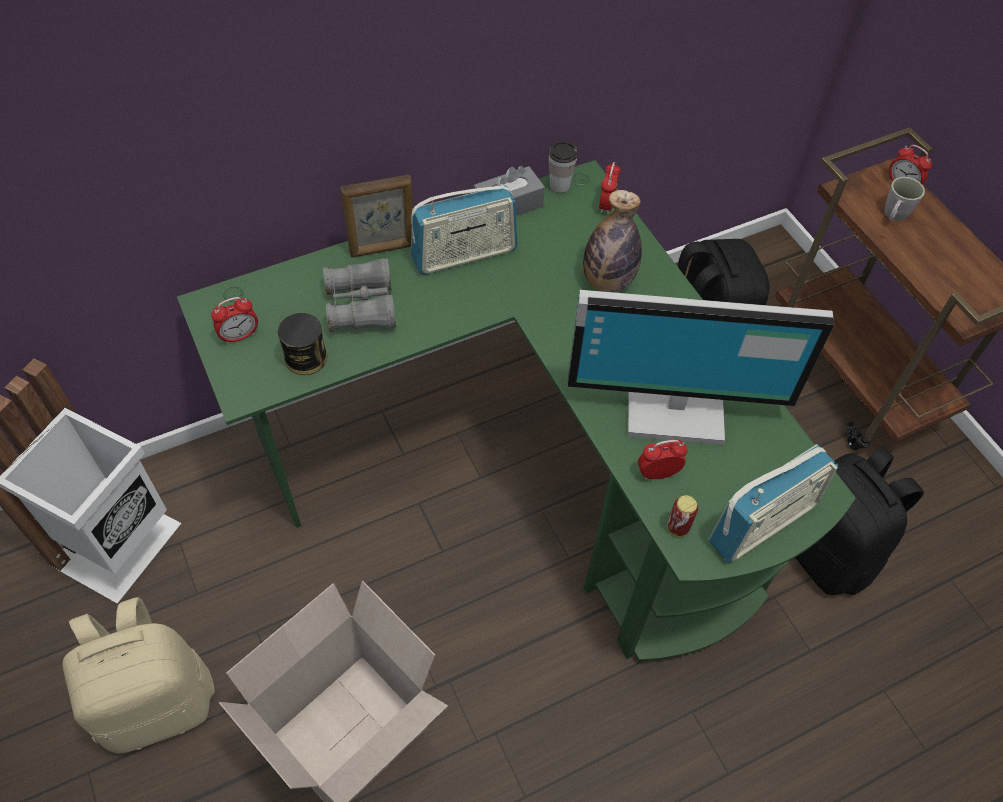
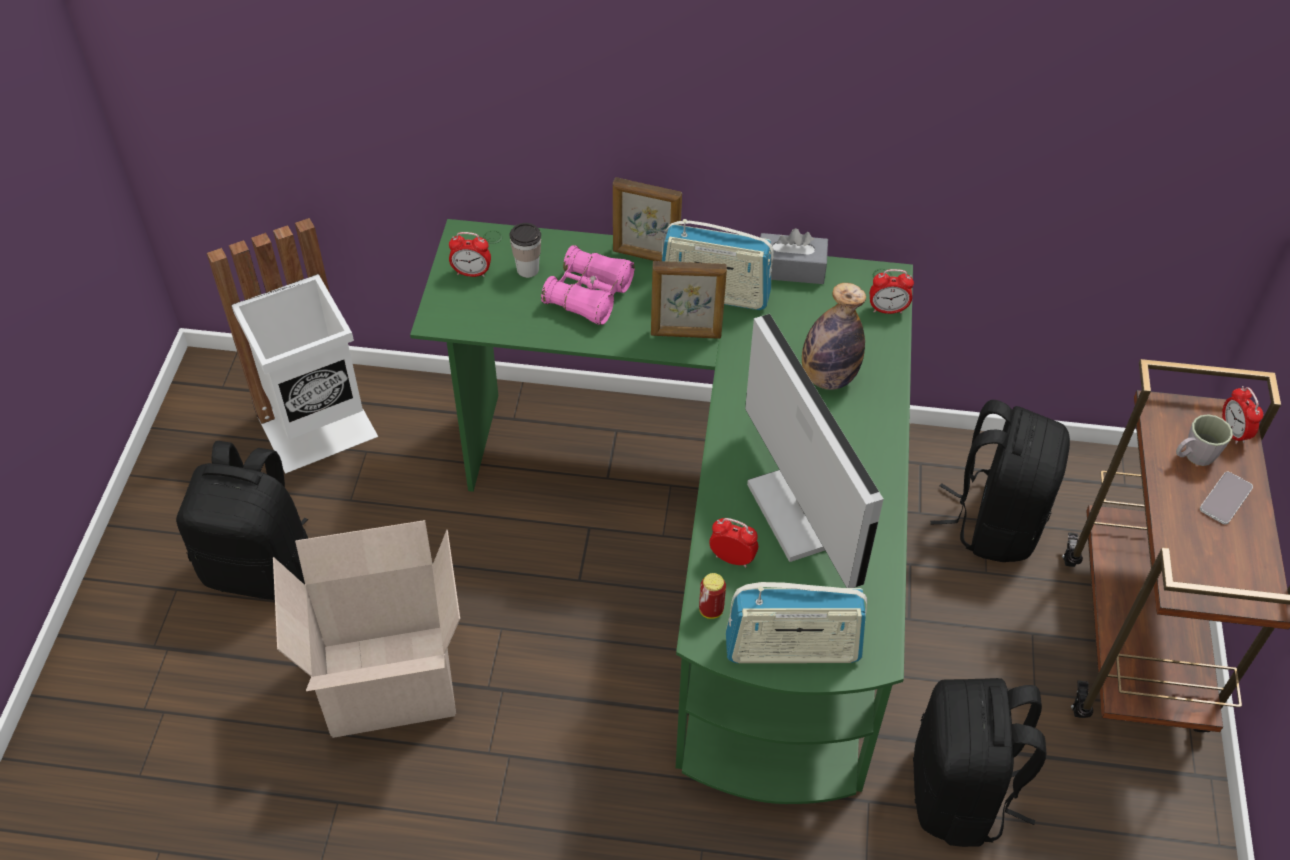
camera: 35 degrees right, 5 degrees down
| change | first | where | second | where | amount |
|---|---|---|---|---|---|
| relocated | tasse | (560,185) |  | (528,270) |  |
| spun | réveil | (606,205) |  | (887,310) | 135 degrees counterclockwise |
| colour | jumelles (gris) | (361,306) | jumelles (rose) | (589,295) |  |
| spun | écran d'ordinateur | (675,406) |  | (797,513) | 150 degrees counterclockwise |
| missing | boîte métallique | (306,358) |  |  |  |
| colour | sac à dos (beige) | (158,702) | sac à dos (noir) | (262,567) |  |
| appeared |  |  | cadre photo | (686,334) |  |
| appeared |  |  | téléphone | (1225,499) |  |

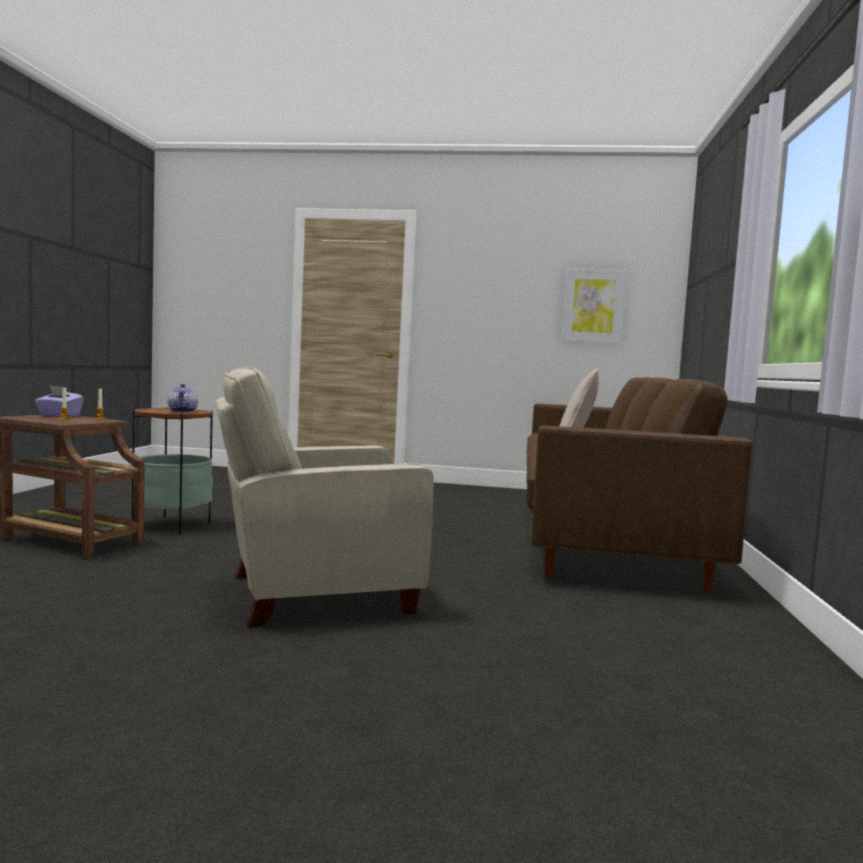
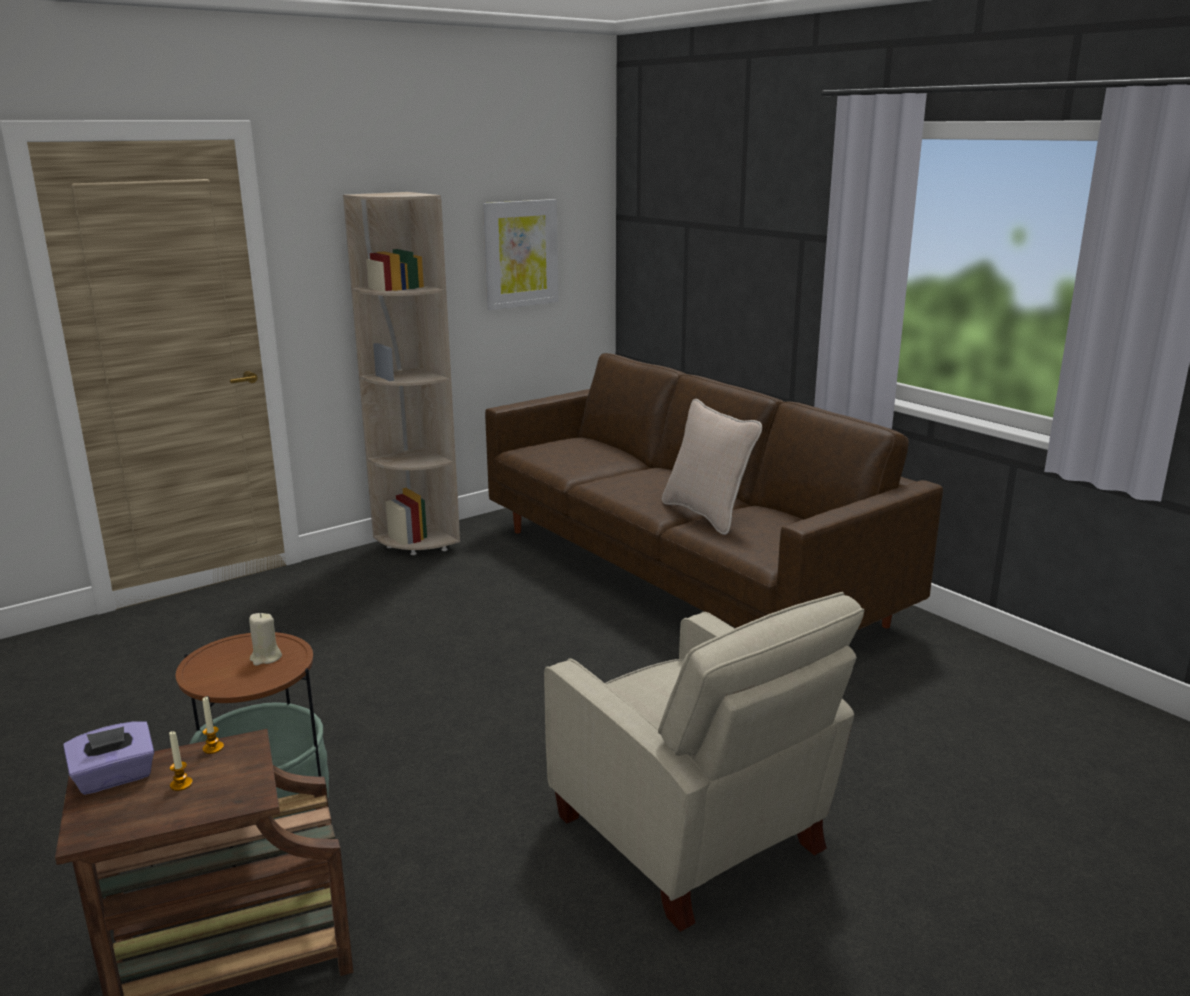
camera: 45 degrees left, 15 degrees up
| change | first | where | second | where | amount |
|---|---|---|---|---|---|
| spun | fauteuil (beige) | (312,593) |  | (693,837) | 60 degrees counterclockwise |
| exchanged | théière | (183,412) | bougie (beige) | (265,658) |  |
| appeared |  |  | bibliothèque (beige) | (418,547) |  |

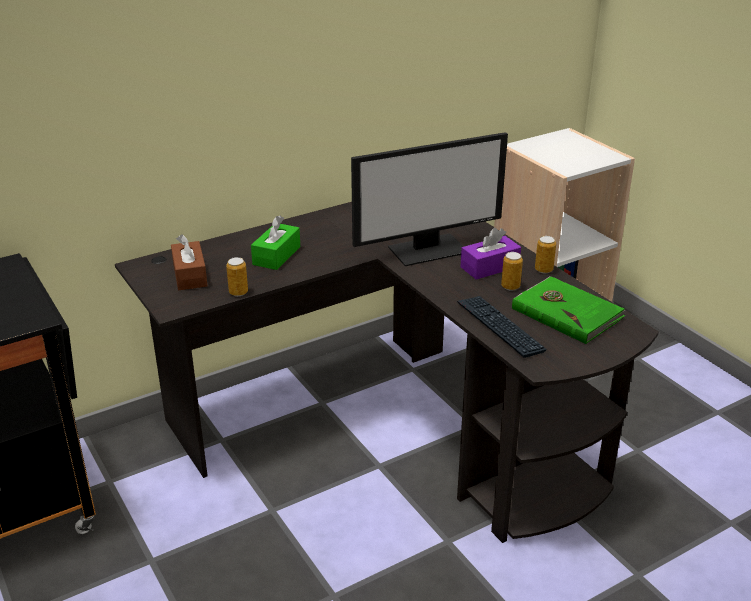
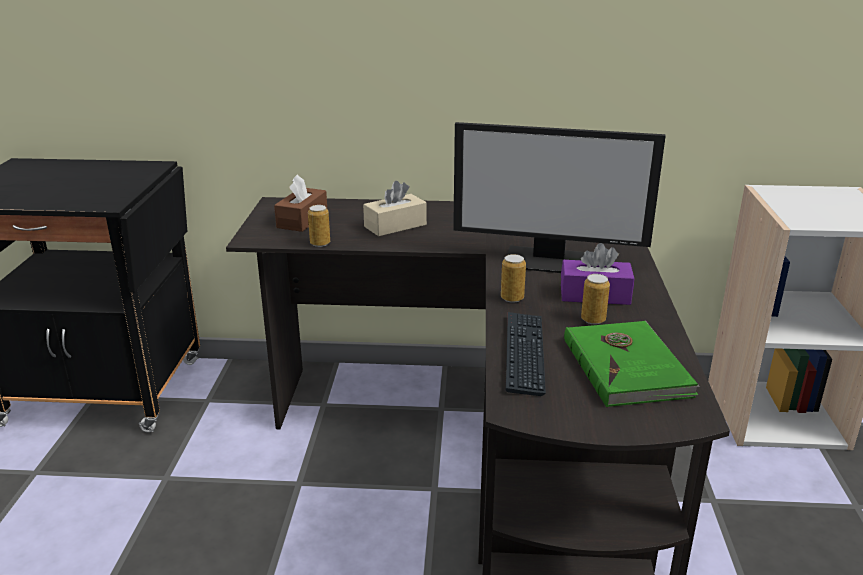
camera: 35 degrees right, 5 degrees down
| change | first | where | second | where | amount |
|---|---|---|---|---|---|
| colour | boîte à mouchoirs (vert) | (276,256) | boîte à mouchoirs (beige) | (395,226) |  |
| relocated | boîte métallique | (543,270) |  | (512,298) |  |

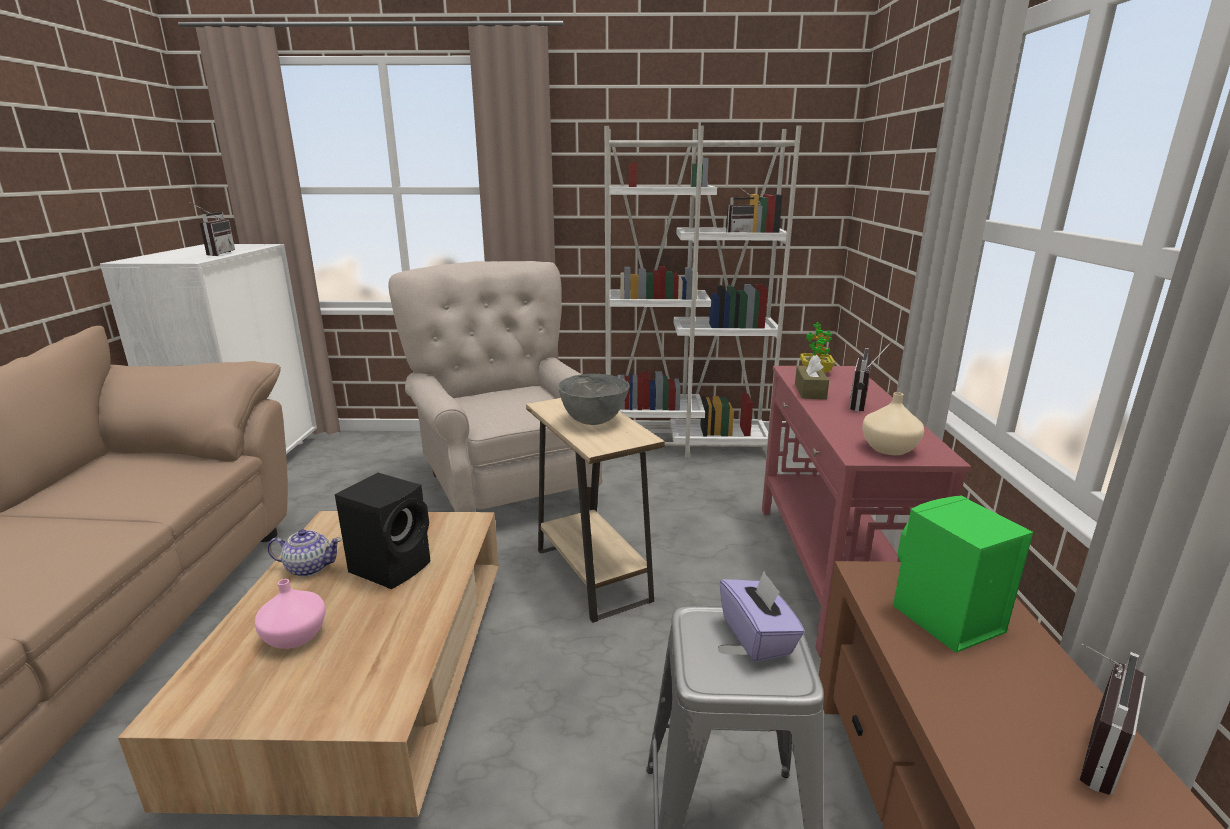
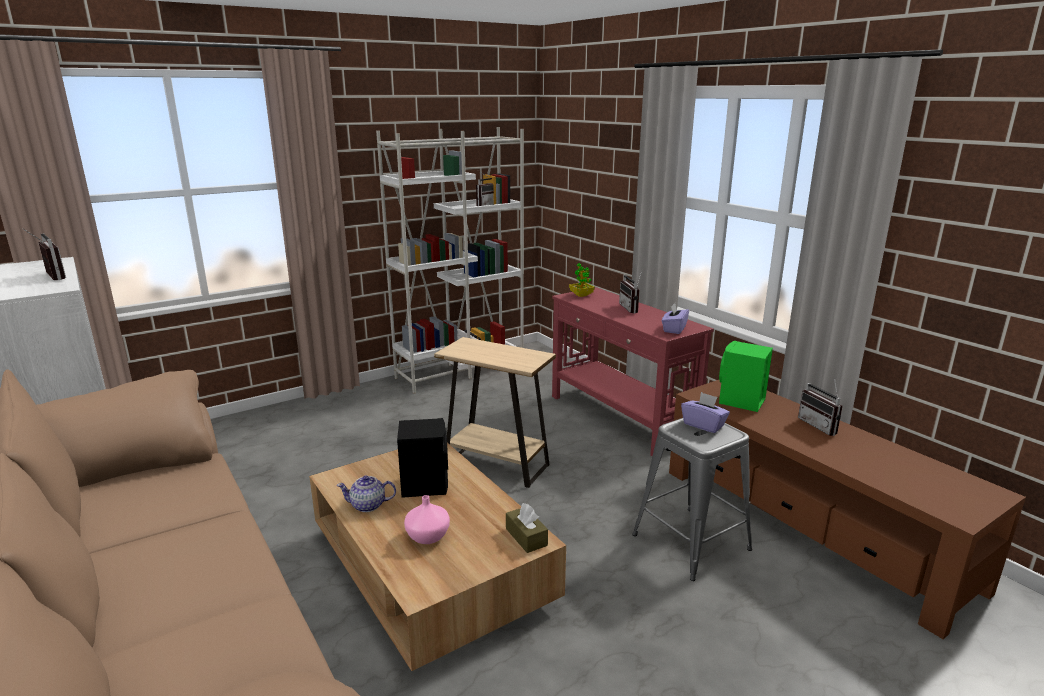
camera: 35 degrees left, 0 degrees up
| change | first | where | second | where | amount |
|---|---|---|---|---|---|
| missing | fauteuil (beige) | (506,486) |  |  |  |
| relocated | boîte à mouchoirs (marron) | (810,391) |  | (526,537) |  |
| missing | bol (gris) | (593,421) |  |  |  |
| exchanged | vase (beige) | (889,449) | boîte à mouchoirs (violet) | (674,329) |  |
| spun | théière | (309,567) |  | (368,505) | 150 degrees counterclockwise |
| spun | radio | (1086,748) |  | (821,426) | 150 degrees clockwise |

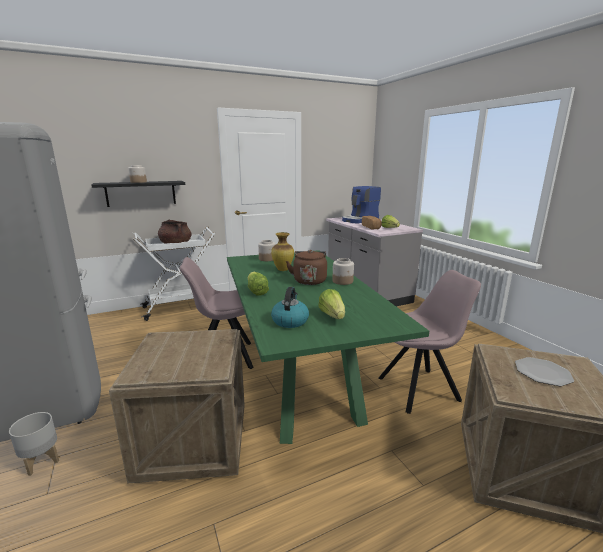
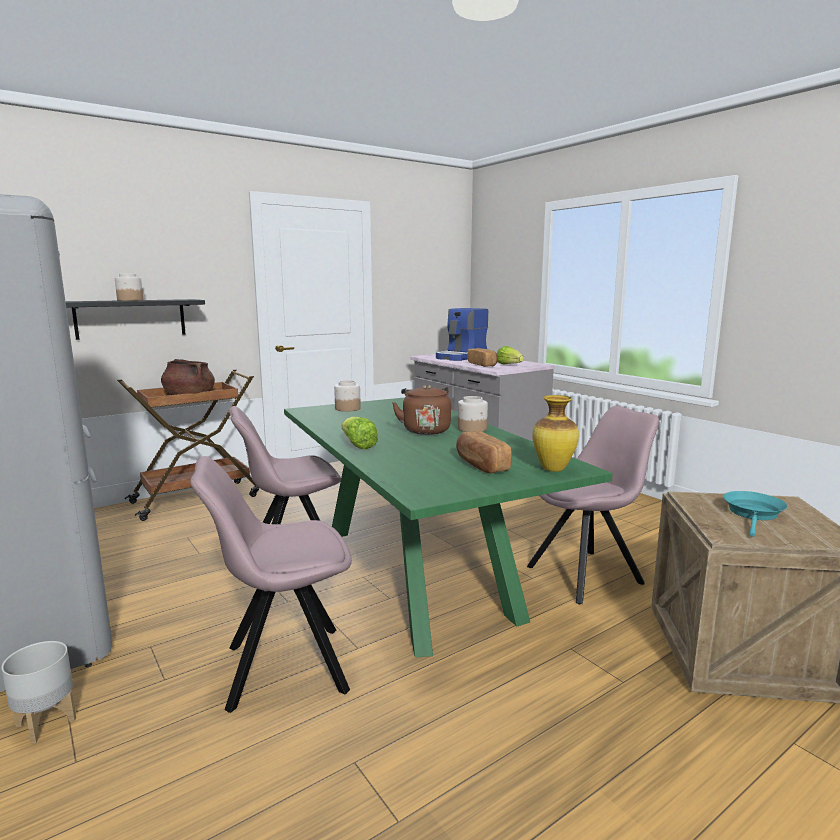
camera: 10 degrees left, 5 degrees down
| change | first | where | second | where | amount |
|---|---|---|---|---|---|
| colour | chariot (blanc) | (181,308) | chariot (marron) | (196,499) |  |
| relocated | vase | (282,270) |  | (553,469) |  |
| missing | bouilloire | (290,321) |  |  |  |
| exchanged | laitue | (332,315) | pain | (480,465) |  |
| exchanged | caisse | (193,440) | chaise (rose) | (284,668) |  |
| exchanged | assiette | (542,372) | poêle (turquoise) | (753,514) |  |

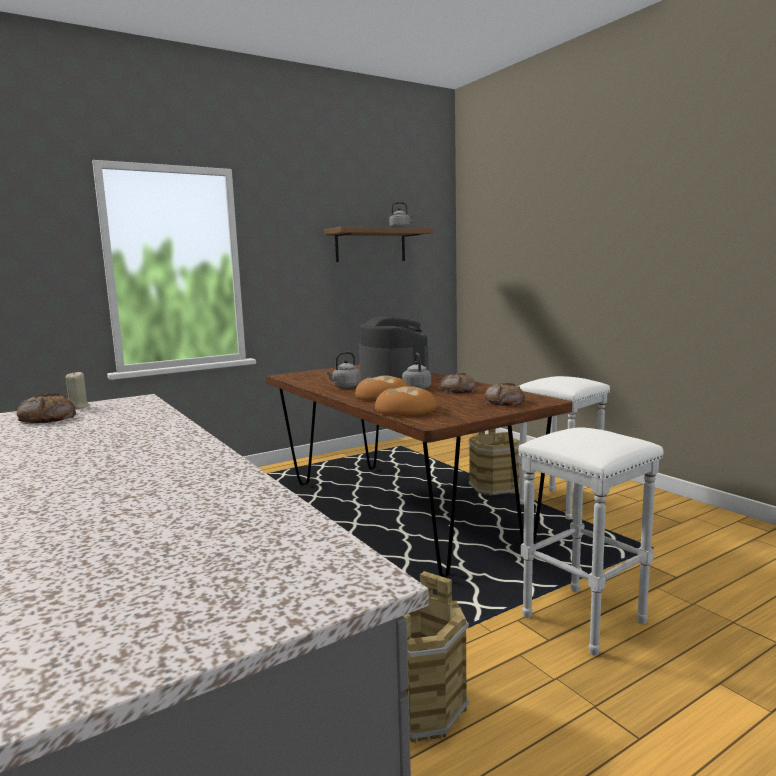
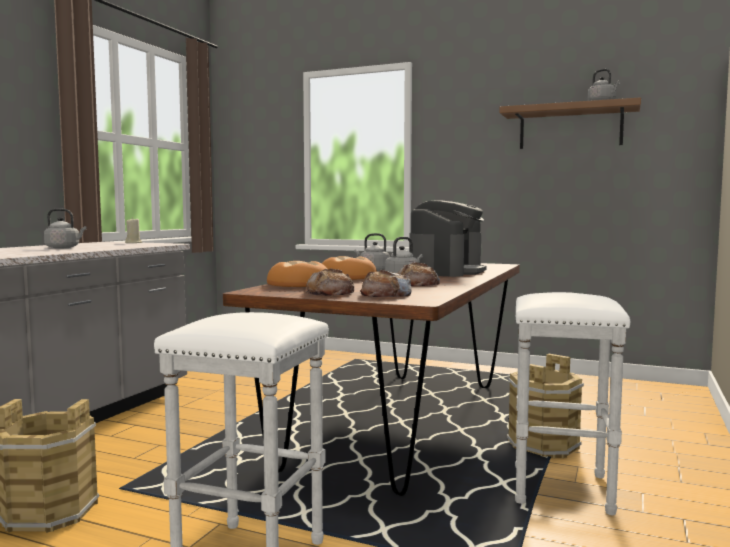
camera: 55 degrees right, 5 degrees down
| change | first | where | second | where | amount |
|---|---|---|---|---|---|
| relocated | pain | (47,418) |  | (330,292) |  |
| appeared |  |  | bouilloire (gris) | (64,248) |  |

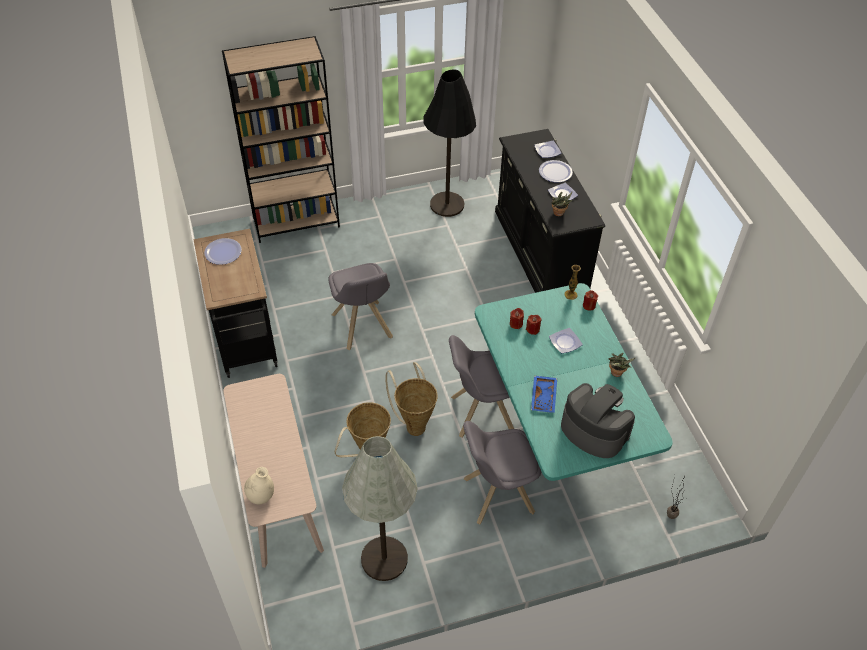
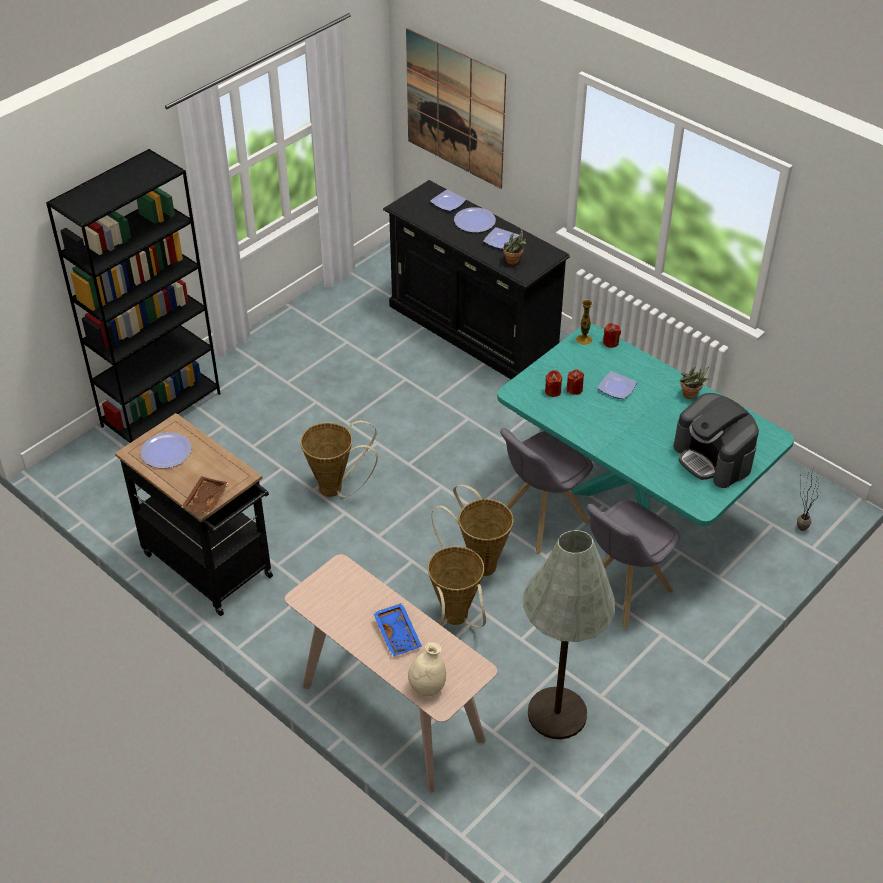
camera: 30 degrees left, 5 degrees down
| change | first | where | second | where | amount |
|---|---|---|---|---|---|
| colour | bibliothèque (beige) | (296,222) | bibliothèque (noir) | (161,409) |  |
| missing | lampadaire (noir) | (447,204) |  |  |  |
| exchanged | chaise (gris) | (362,326) | panier | (336,489) |  |
| relocated | plateau (bleu) | (544,397) |  | (398,634) |  |
| spun | machine à café | (593,430) |  | (713,458) | 135 degrees counterclockwise |
| appeared |  |  | tableau | (455,108) |  |
| appeared |  |  | plateau (marron) | (205,499) |  |

